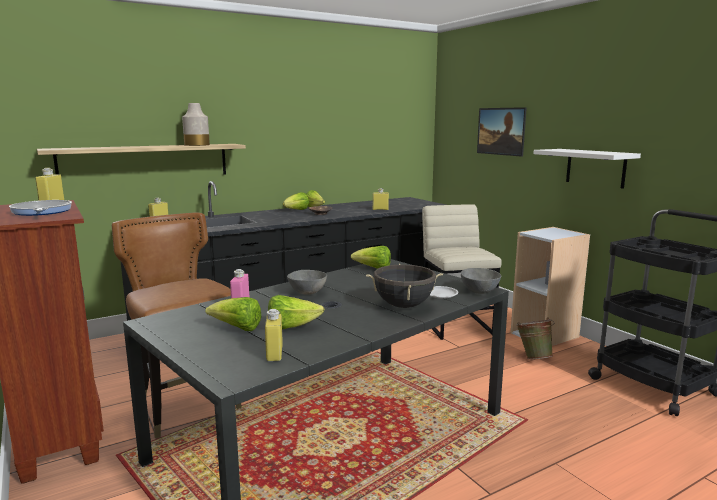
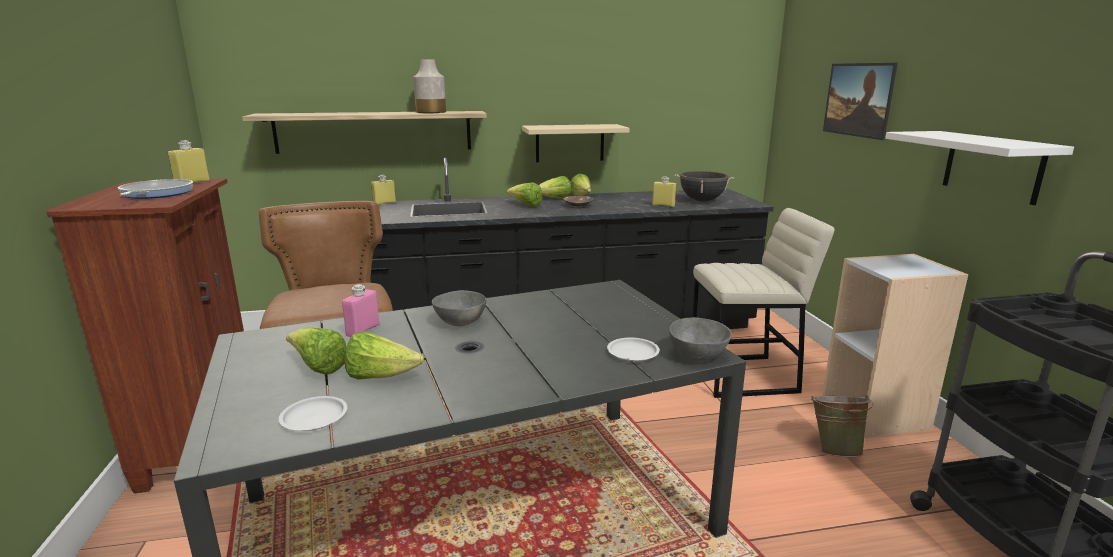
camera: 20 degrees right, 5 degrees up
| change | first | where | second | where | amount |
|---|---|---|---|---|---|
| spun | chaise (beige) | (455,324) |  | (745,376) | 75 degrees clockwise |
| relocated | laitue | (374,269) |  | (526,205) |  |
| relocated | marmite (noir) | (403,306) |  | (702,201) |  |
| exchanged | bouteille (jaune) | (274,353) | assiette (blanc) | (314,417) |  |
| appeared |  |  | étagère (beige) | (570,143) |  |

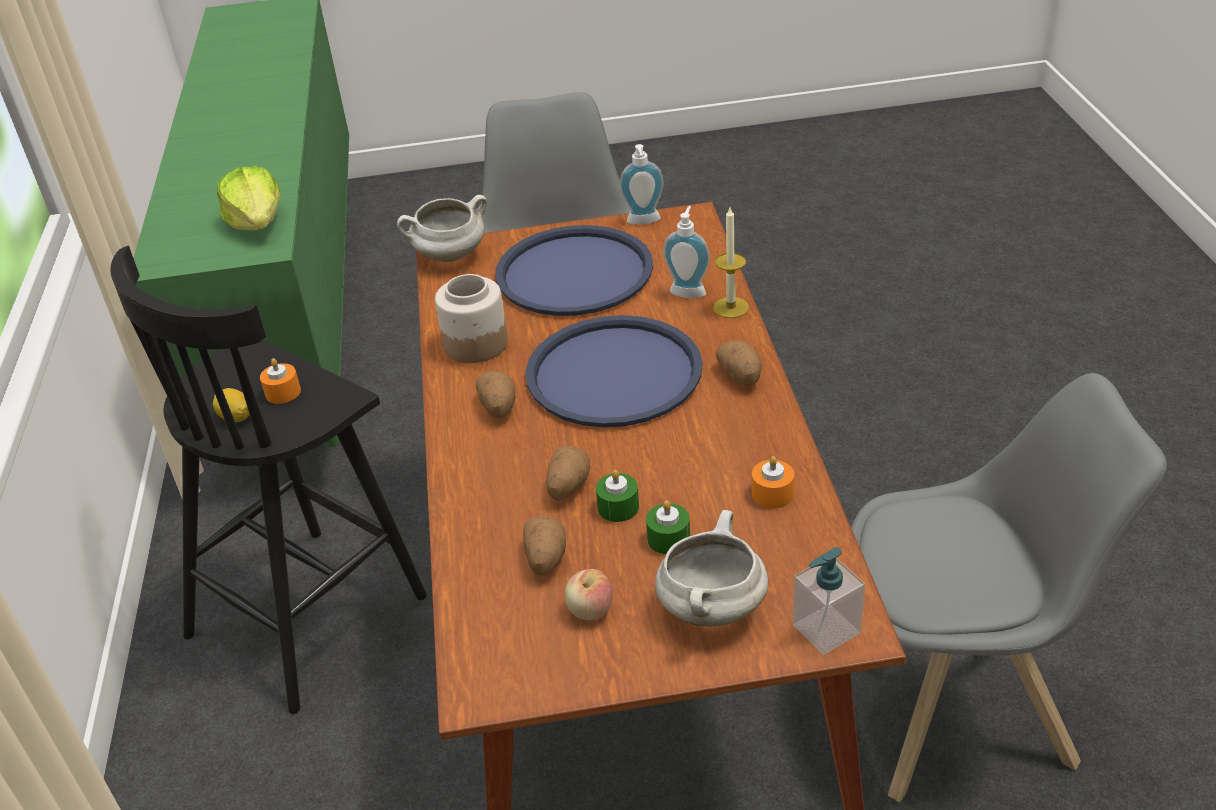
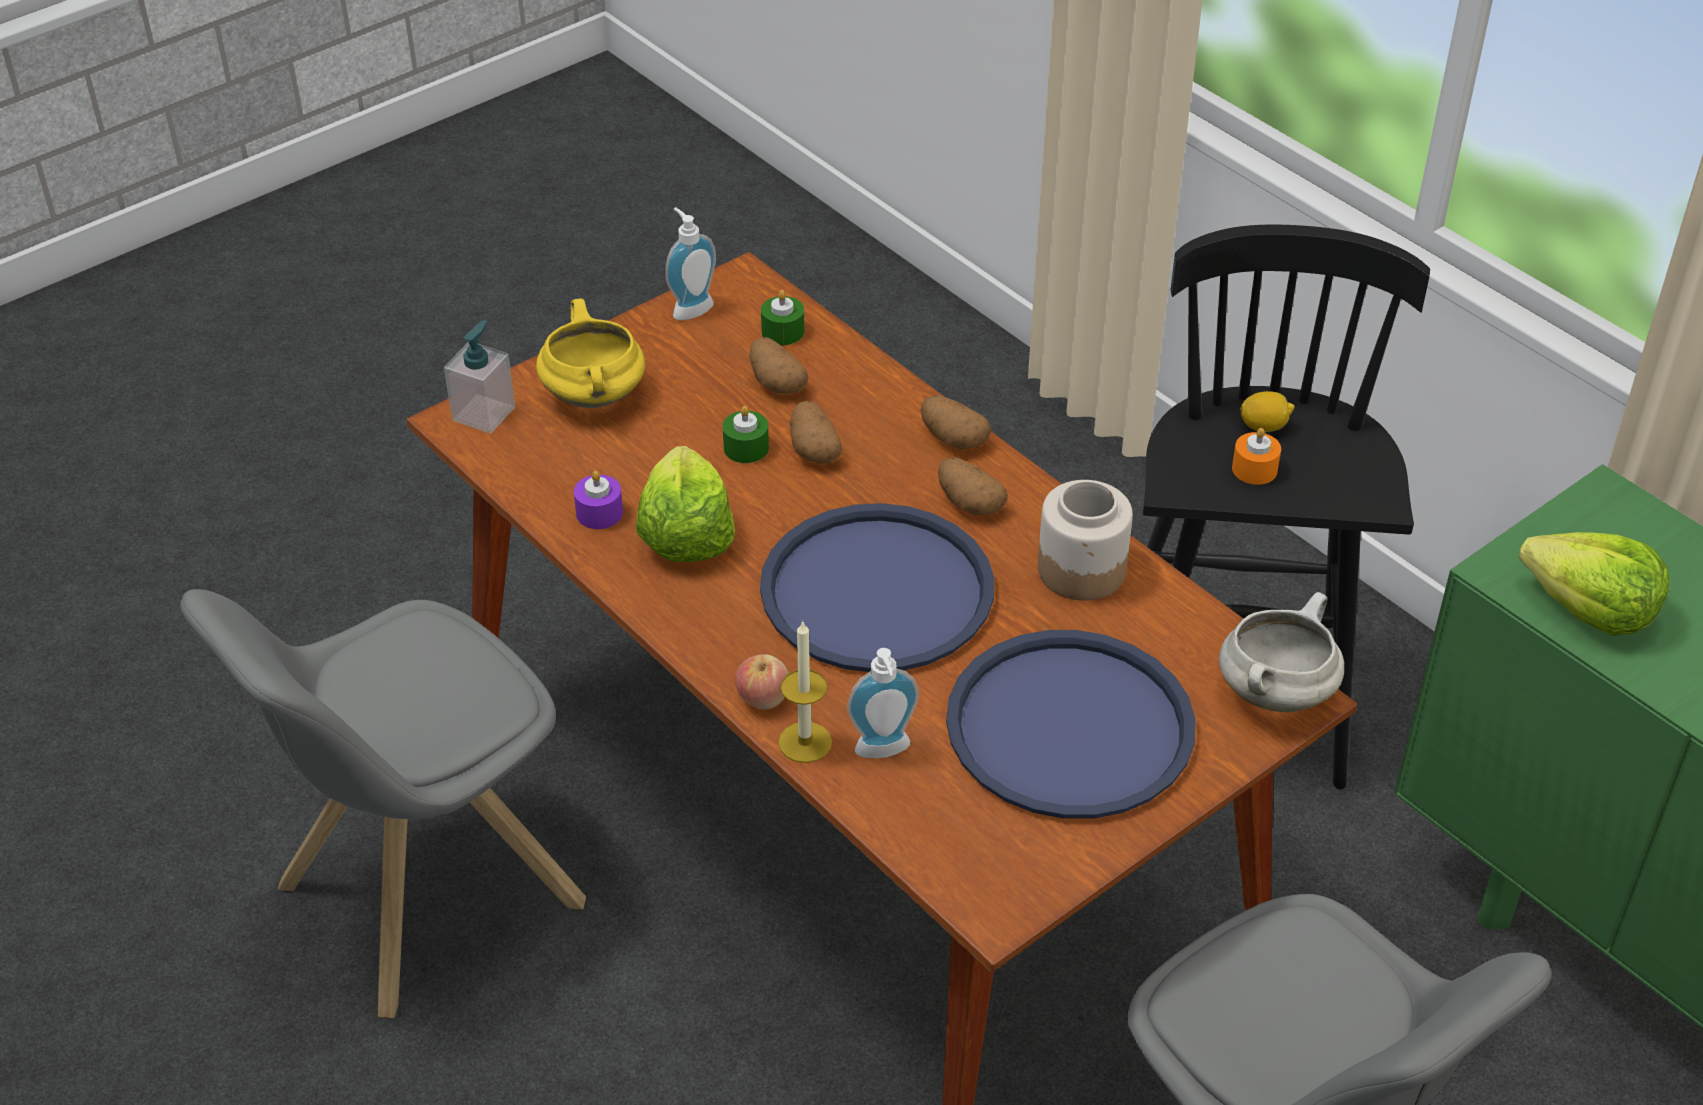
camera: 145 degrees right, 5 degrees up
| change | first | where | second | where | amount |
|---|---|---|---|---|---|
| relocated | distributeur de savon | (644,222) |  | (690,307) |  |
| relocated | pomme de terre | (741,376) |  | (952,438) |  |
| colour | bougie (orange) | (772,494) | bougie (violet) | (599,513) |  |
| relocated | bougie (vert) | (668,538) |  | (783,331) |  |
| colour | marmite (blanc) | (711,607) | marmite (jaune) | (595,396) |  |
| relocated | pomme | (590,610) |  | (763,698) |  |
| appeared |  |  | laitue | (685,534) |  |

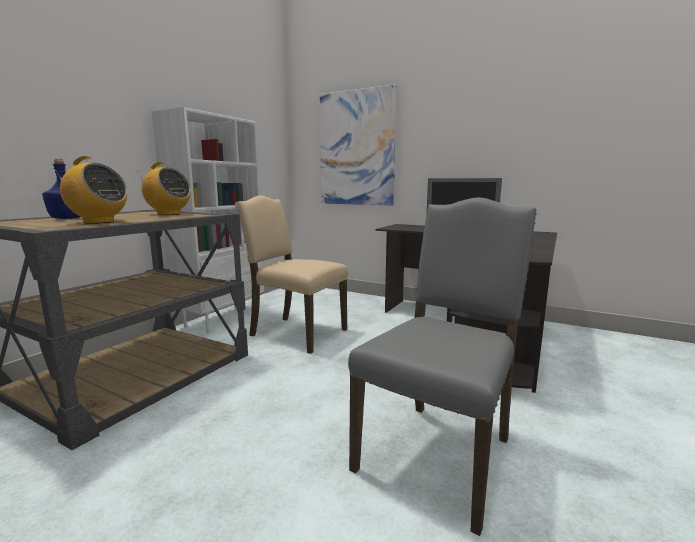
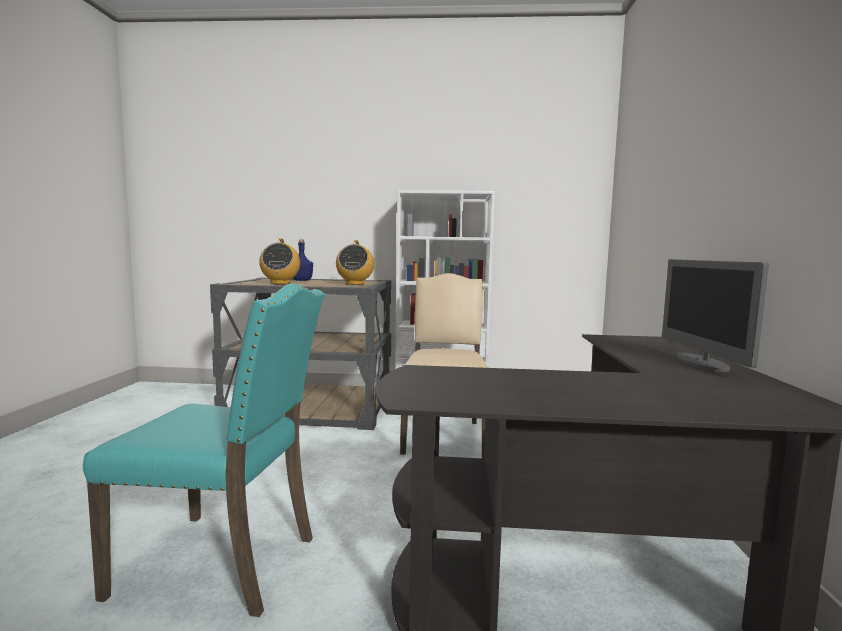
camera: 65 degrees right, 5 degrees down
| change | first | where | second | where | amount |
|---|---|---|---|---|---|
| missing | tableau | (357,149) |  |  |  |
| colour | chaise (gris) | (439,453) | chaise (turquoise) | (223,563) |  |

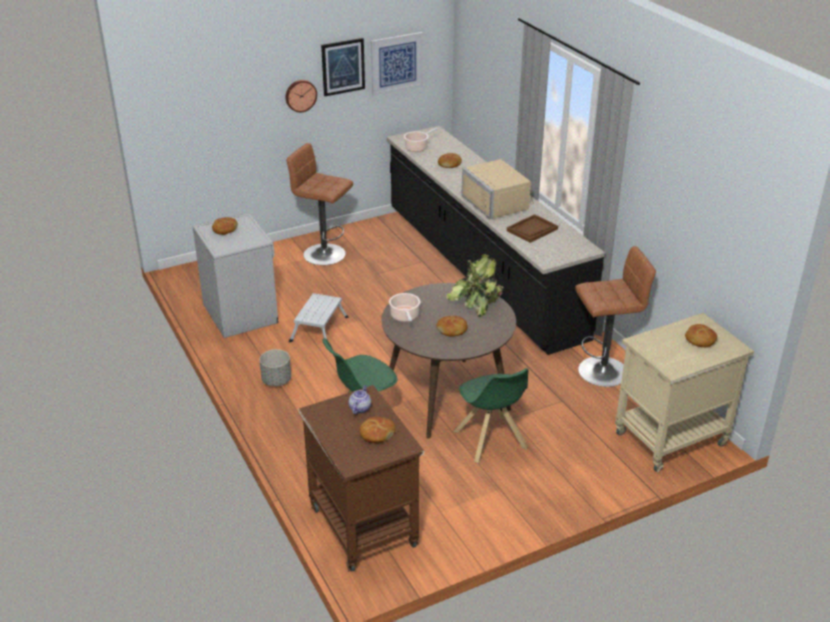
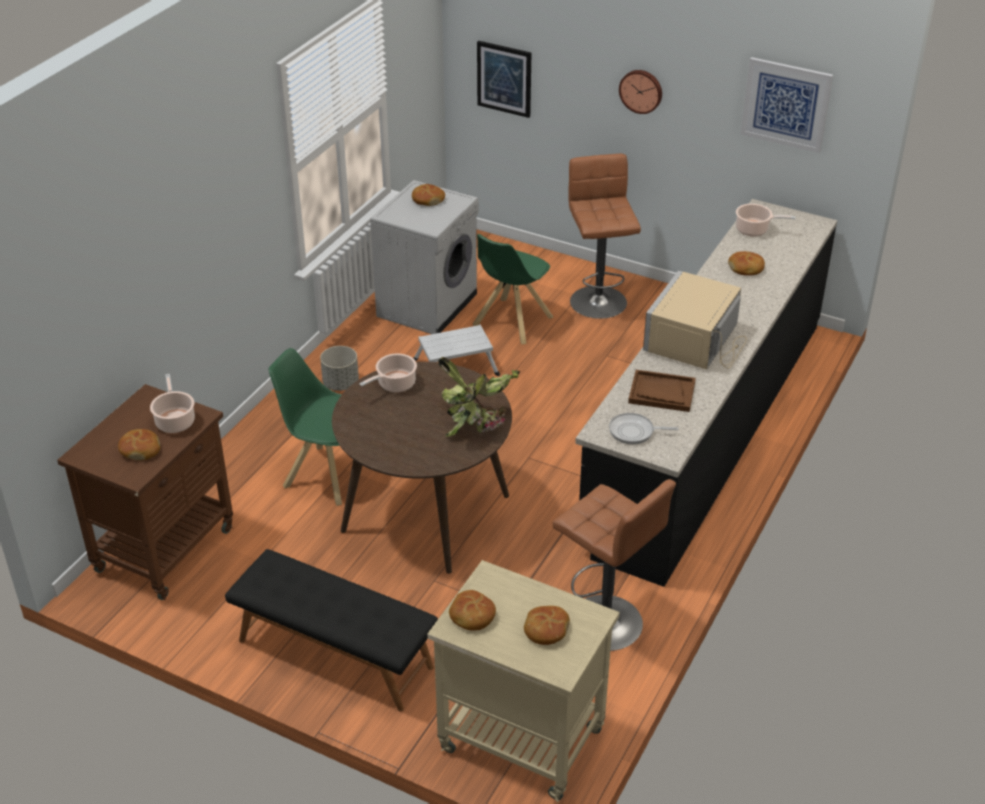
camera: 55 degrees right, 5 degrees up
| change | first | where | second | where | amount |
|---|---|---|---|---|---|
| relocated | tableau | (343,66) |  | (504,78) |  |
| relocated | pain | (452,330) |  | (471,616) |  |
| relocated | chaise (vert) | (491,441) |  | (511,322) |  |
| exchanged | théière | (360,408) | marmite | (175,420) |  |
| appeared |  |  | poêle | (634,432) |  |
| appeared |  |  | banc (noir) | (334,654) |  |

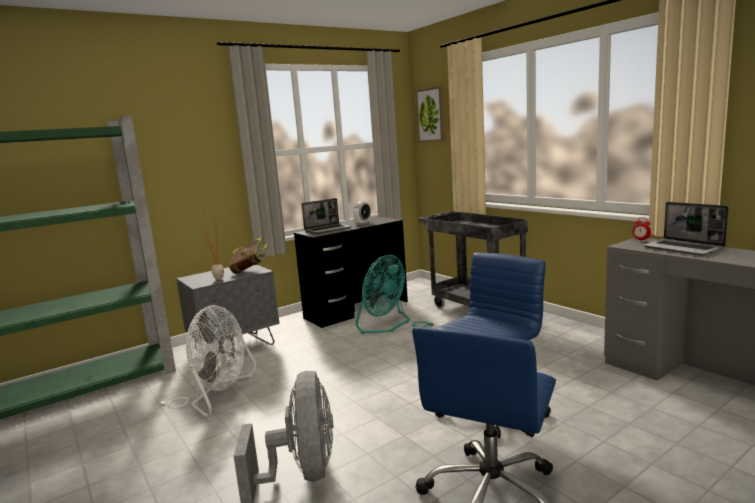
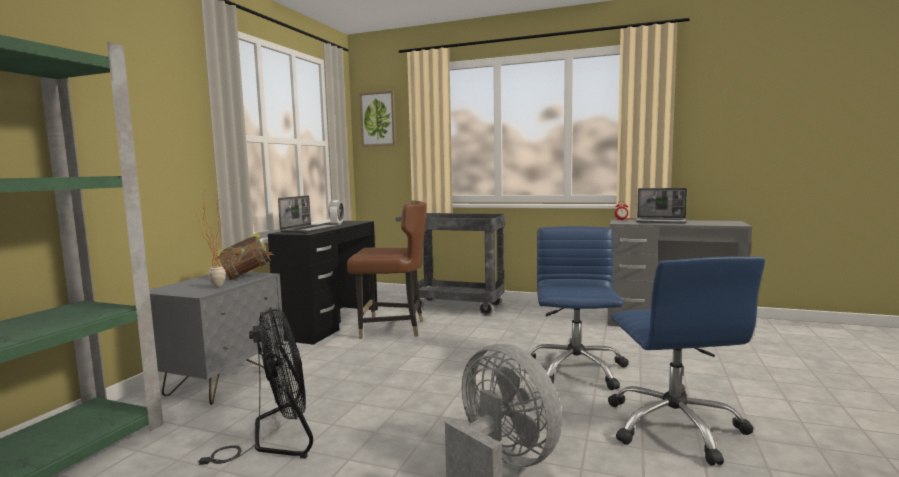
camera: 35 degrees left, 5 degrees down
| change | first | where | second | where | amount |
|---|---|---|---|---|---|
| exchanged | ventilateur (turquoise) | (393,324) | chaise (marron) | (392,328) |  |
| colour | ventilateur (blanc) | (214,397) | ventilateur (noir) | (275,435) |  |

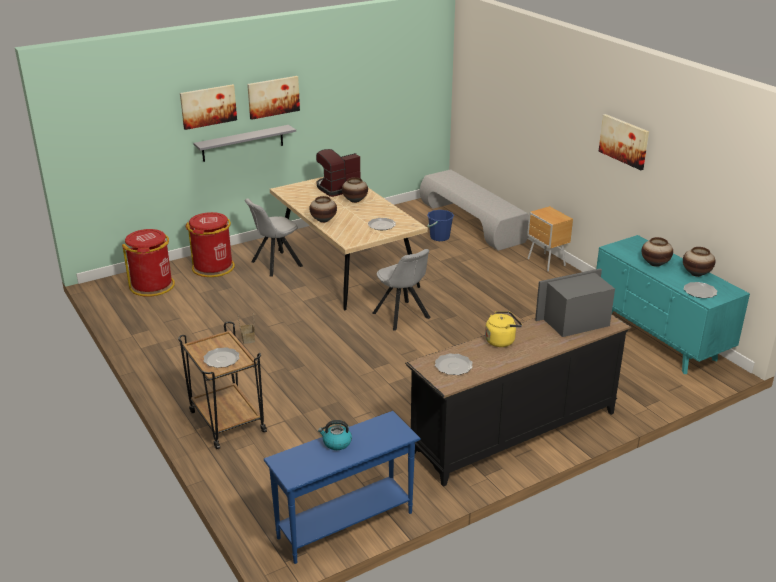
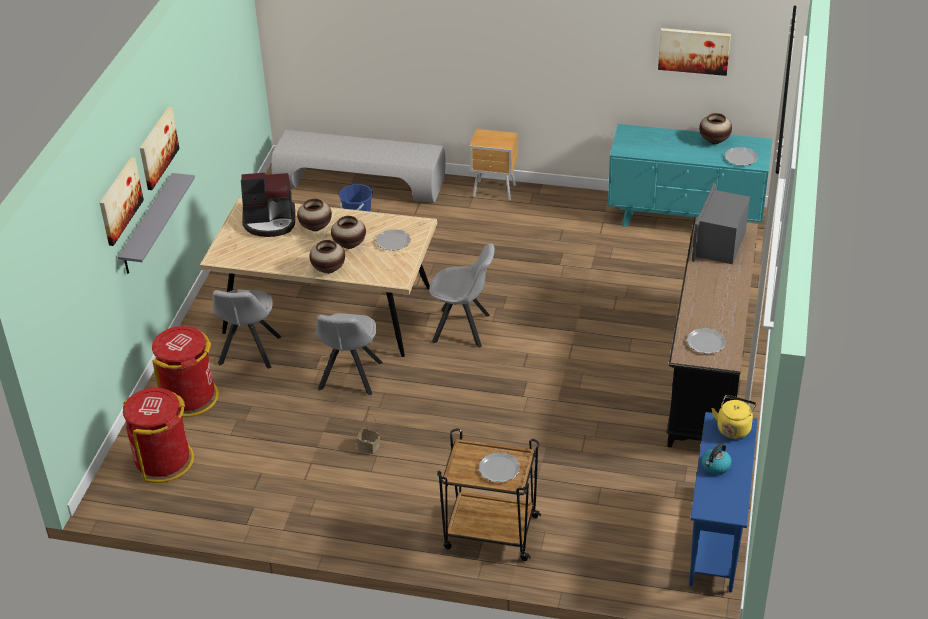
camera: 45 degrees left, 10 degrees up
| change | first | where | second | where | amount |
|---|---|---|---|---|---|
| relocated | tableau | (624,141) |  | (694,51) |  |
| spun | machine à café | (337,188) |  | (270,222) | 105 degrees counterclockwise |
| relocated | vase | (655,263) |  | (349,245) |  |
| relocated | bouilloire (jaune) | (501,340) |  | (733,428) |  |
| appeared |  |  | chaise (gris) | (350,377) |  |

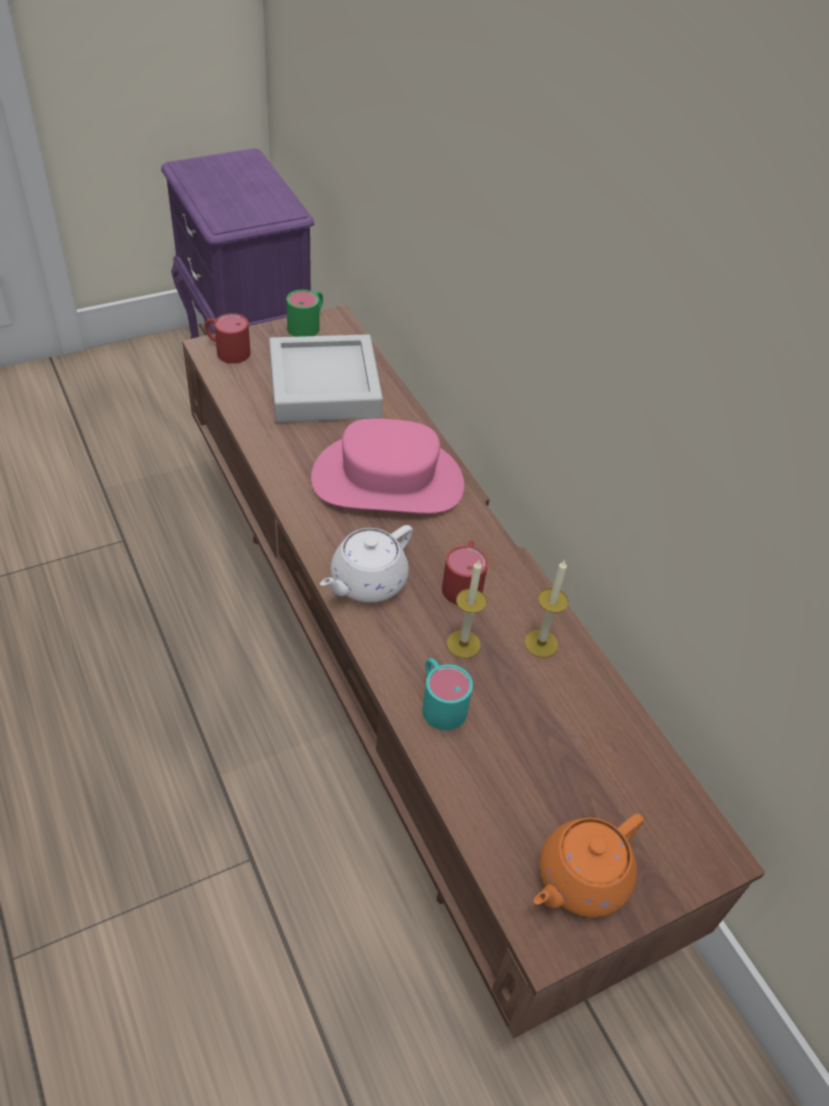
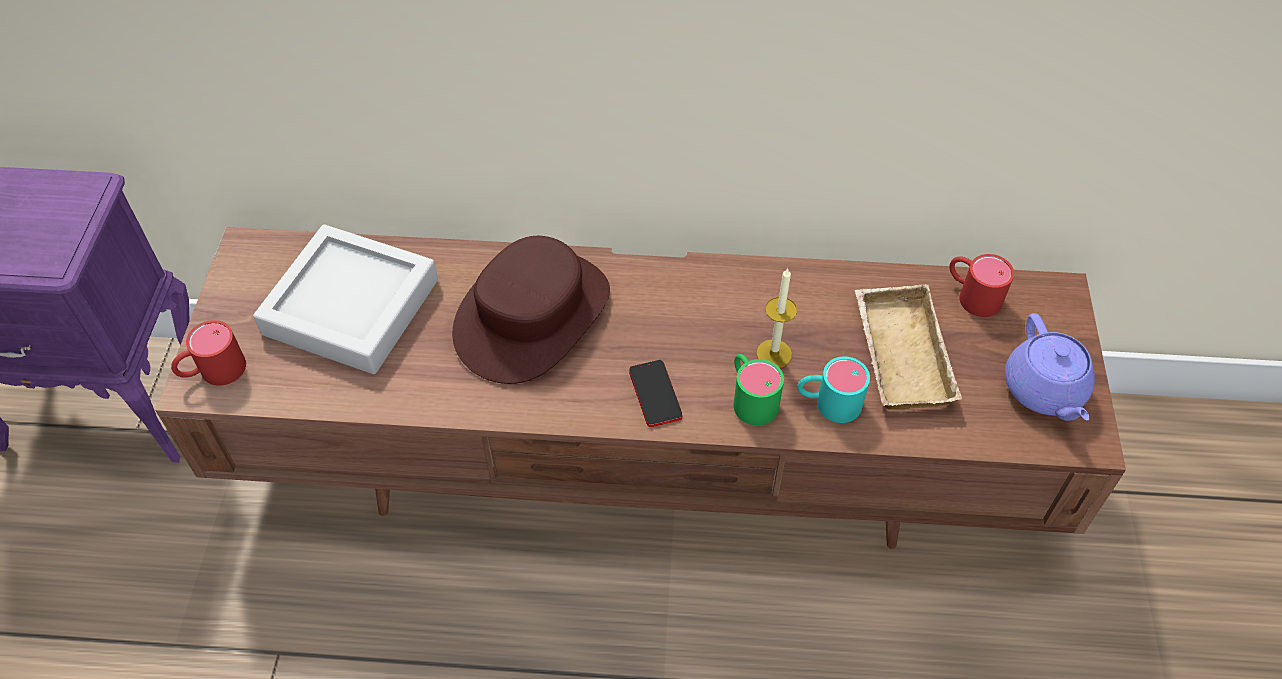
camera: 55 degrees left, 5 degrees up
| change | first | where | second | where | amount |
|---|---|---|---|---|---|
| relocated | mug (vert) | (308,324) |  | (750,397) |  |
| colour | chapeau (rose) | (388,480) | chapeau (marron) | (532,315) |  |
| exchanged | théière (blanc) | (367,582) | téléphone | (655,394) |  |
| relocated | mug (rouge) | (463,582) |  | (971,294) |  |
| missing | bougie | (541,643) |  |  |  |
| colour | théière (orange) | (580,879) | théière (violet) | (1044,390) |  |
| appeared |  |  | plateau (beige) | (898,353) |  |

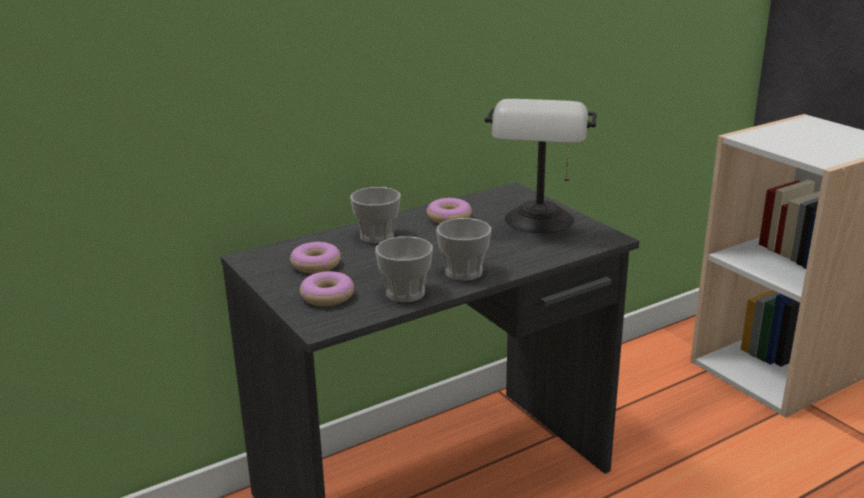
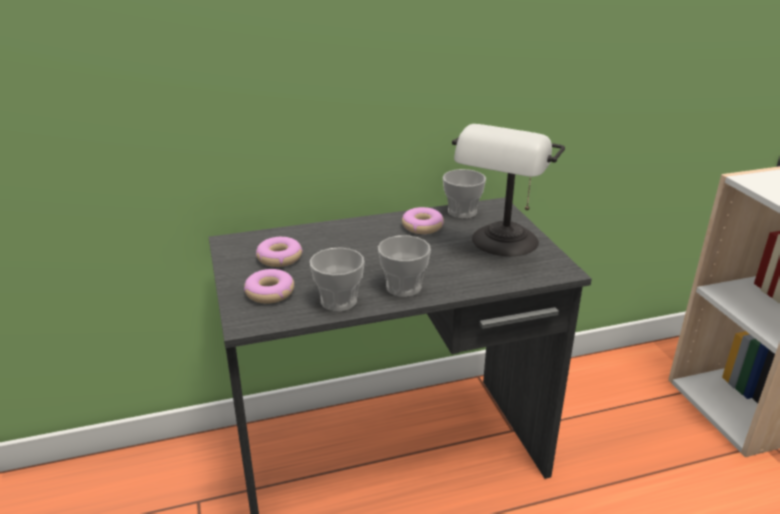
camera: 15 degrees right, 5 degrees up
| change | first | where | second | where | amount |
|---|---|---|---|---|---|
| relocated | tasse | (377,236) |  | (462,212) |  |

